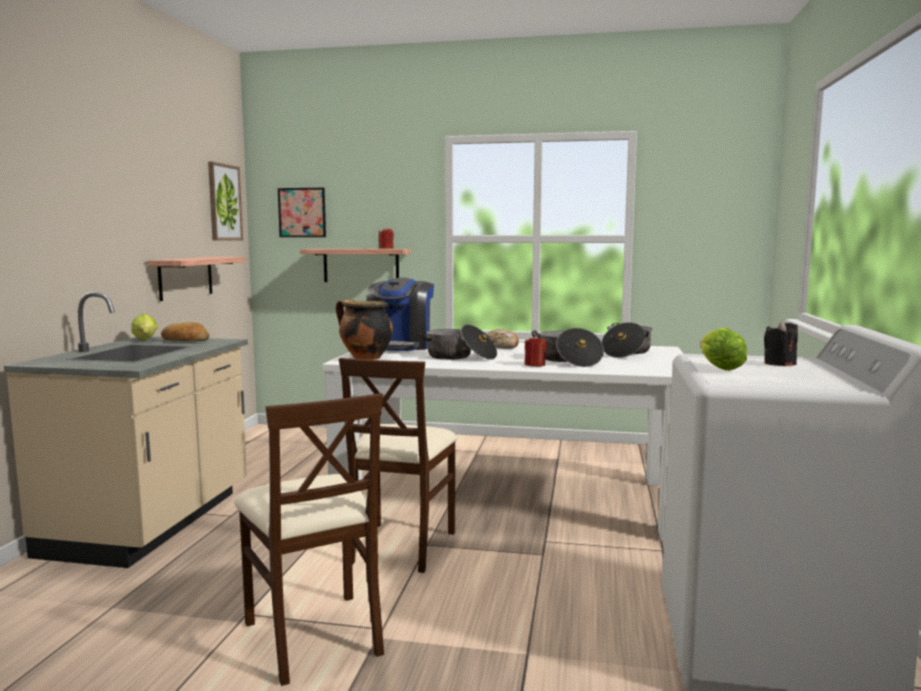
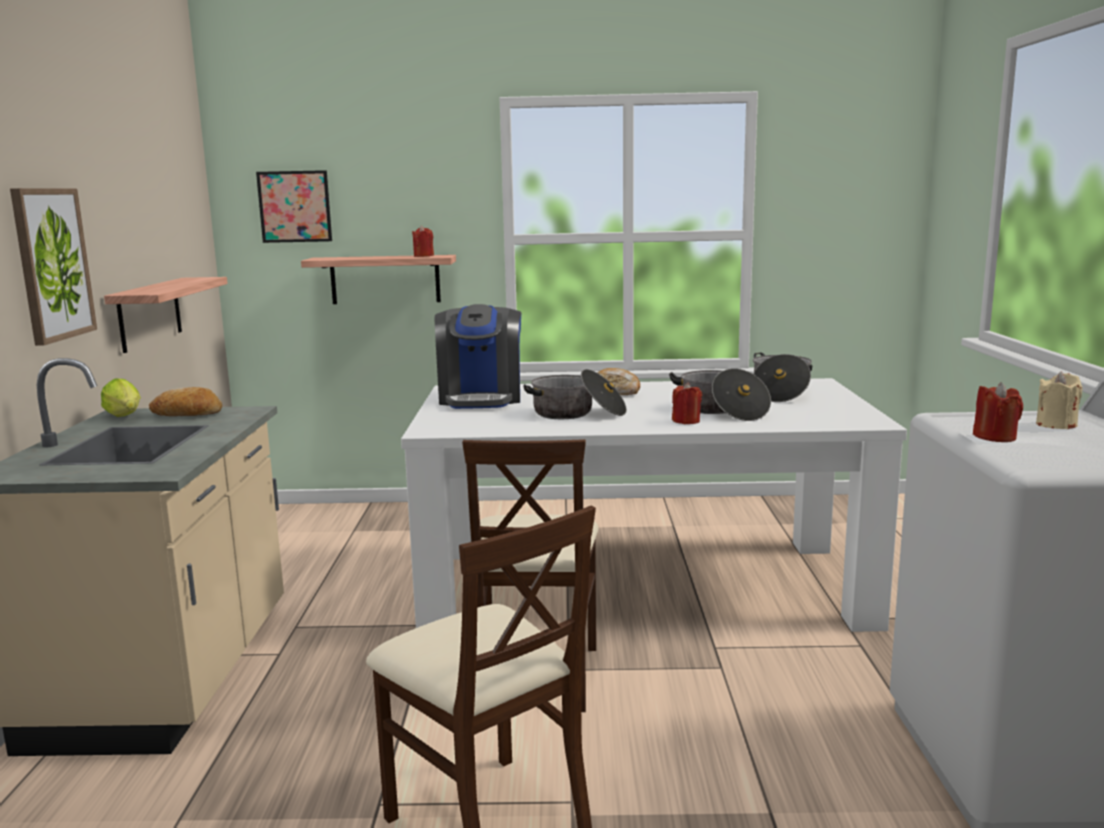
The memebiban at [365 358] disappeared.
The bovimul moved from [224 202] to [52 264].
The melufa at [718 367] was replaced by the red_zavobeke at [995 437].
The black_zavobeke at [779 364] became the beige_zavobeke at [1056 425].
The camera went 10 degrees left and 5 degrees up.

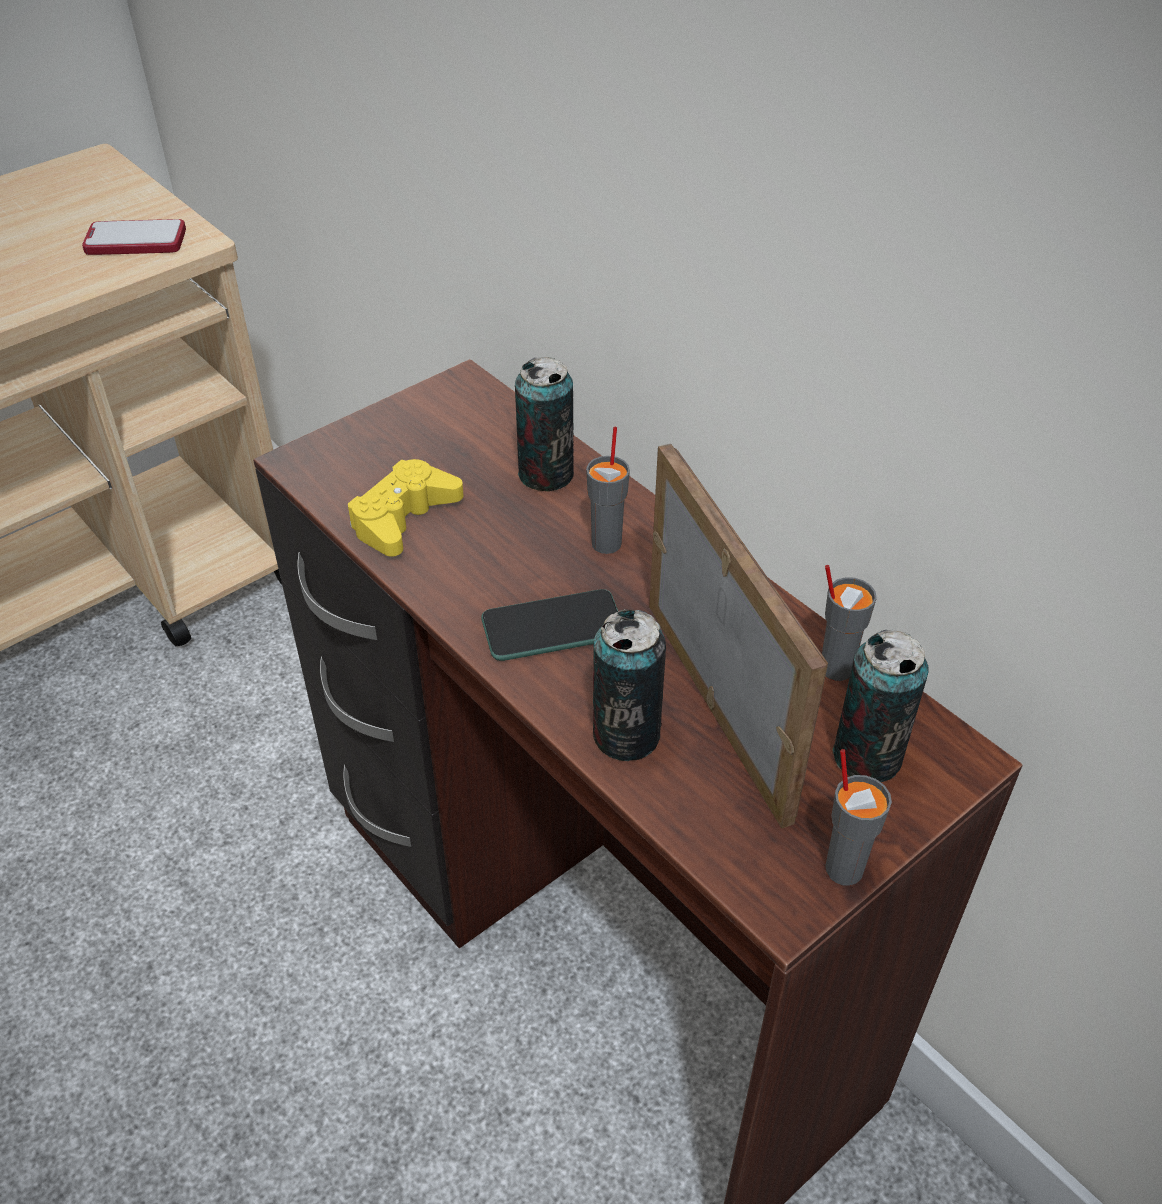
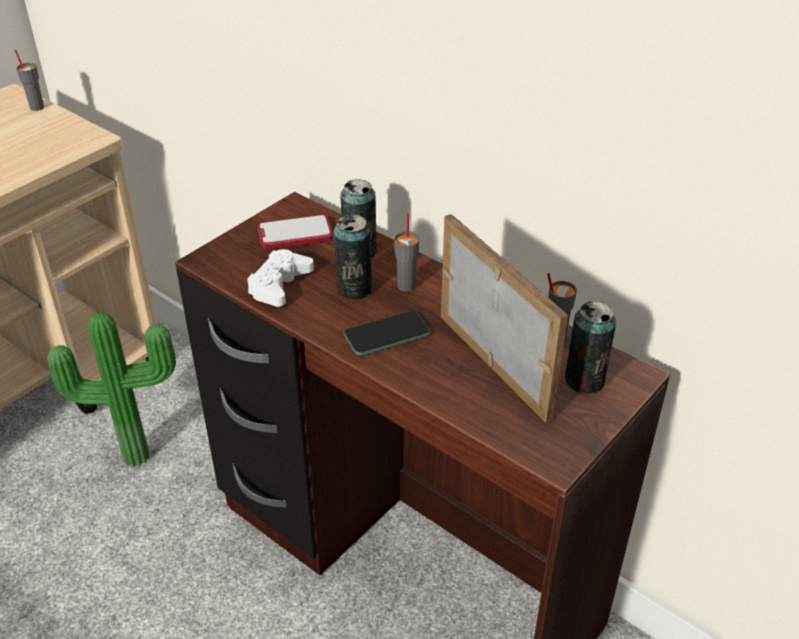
The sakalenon at [136 453] appeared.
The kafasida moved from [136 240] to [295 234].
The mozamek moved from [626 735] to [354 289].
The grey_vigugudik moved from [843 868] to [37 107].
The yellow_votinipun at [403 518] became the white_votinipun at [279 285].
The camera went 10 degrees left and 5 degrees down.

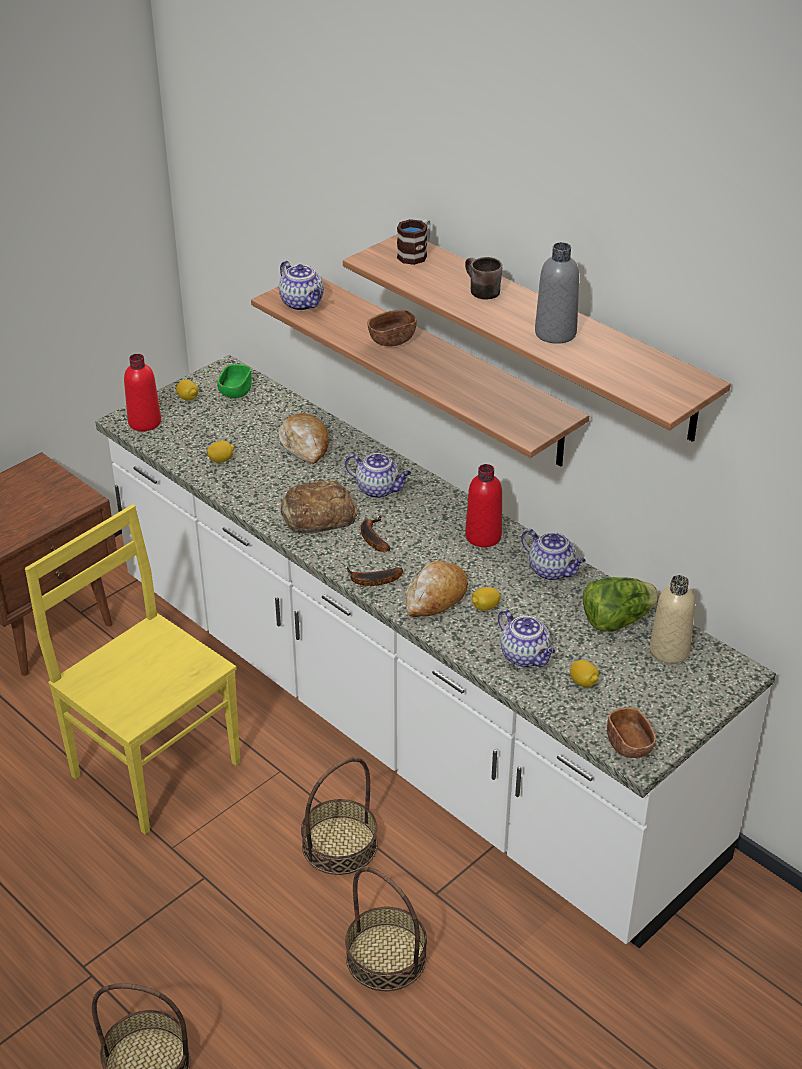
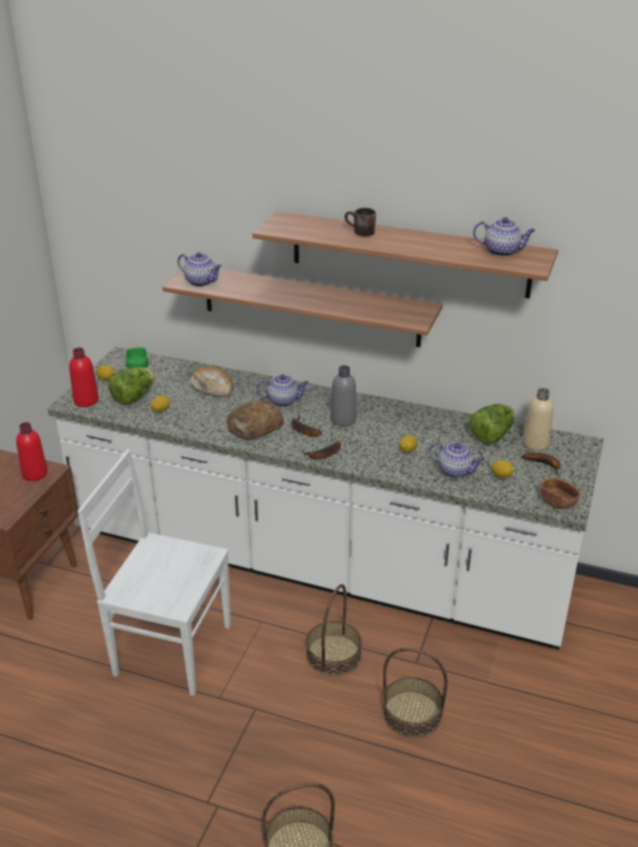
The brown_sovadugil at [392 340] disappeared.
The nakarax at [416 254] disappeared.
The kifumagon at [435 597] disappeared.
The melufa at [133 397] appeared.
The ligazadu at [544 464] appeared.
The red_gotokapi moved from [483 536] to [35 474].
The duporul moved from [552 571] to [502 251].
The grey_gotokapi moved from [555 333] to [343 419].
The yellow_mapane at [153 766] became the white_mapane at [169 648].
The camera went 25 degrees left and 5 degrees down.

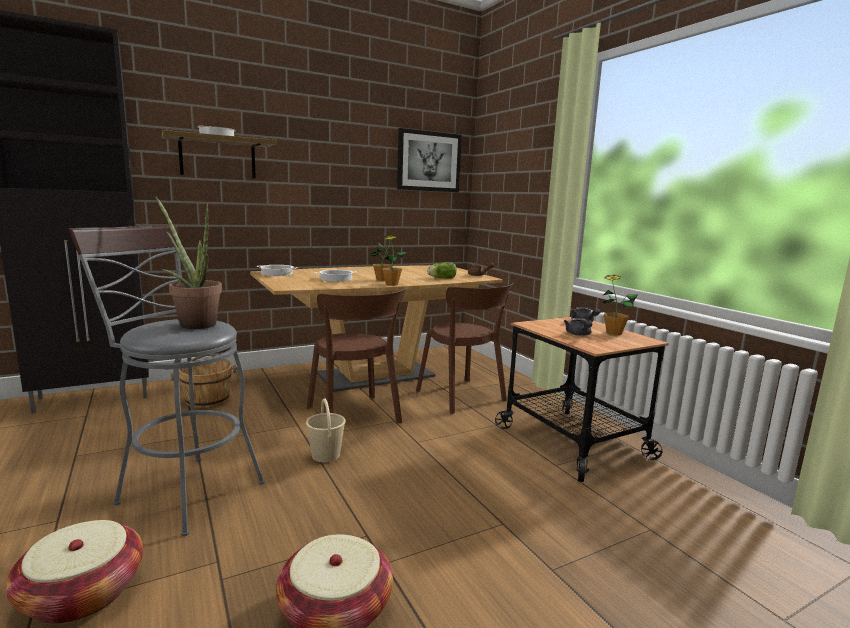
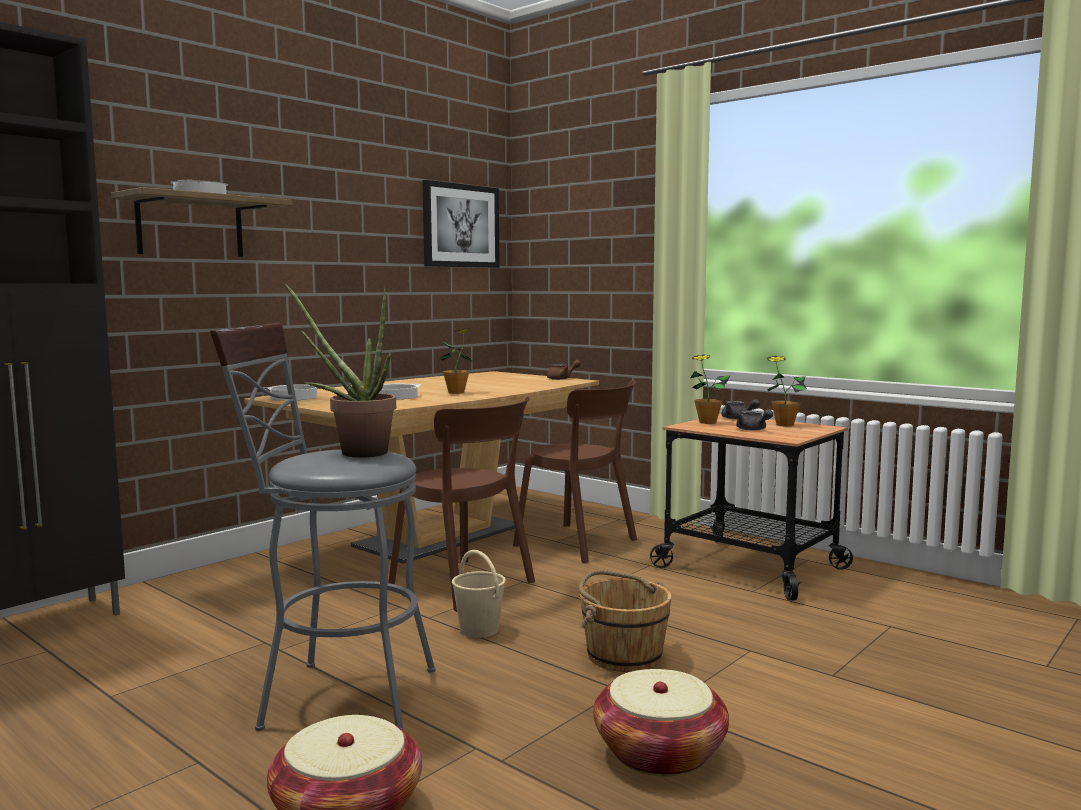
The melufa at [441 278] disappeared.
The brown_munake moved from [207 400] to [623 655].
The sakalenon moved from [391 284] to [707 422].
The camera went 20 degrees left and 5 degrees down.

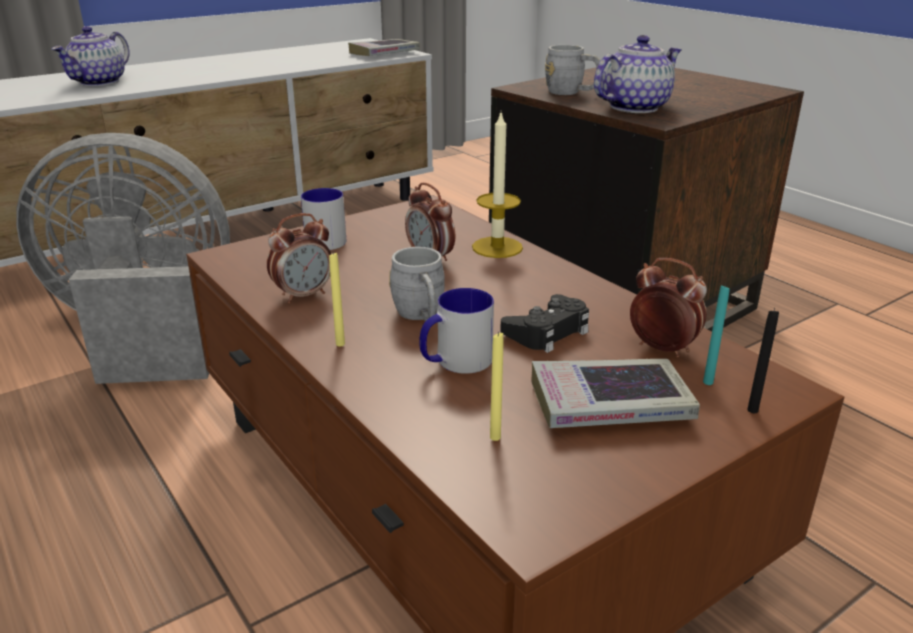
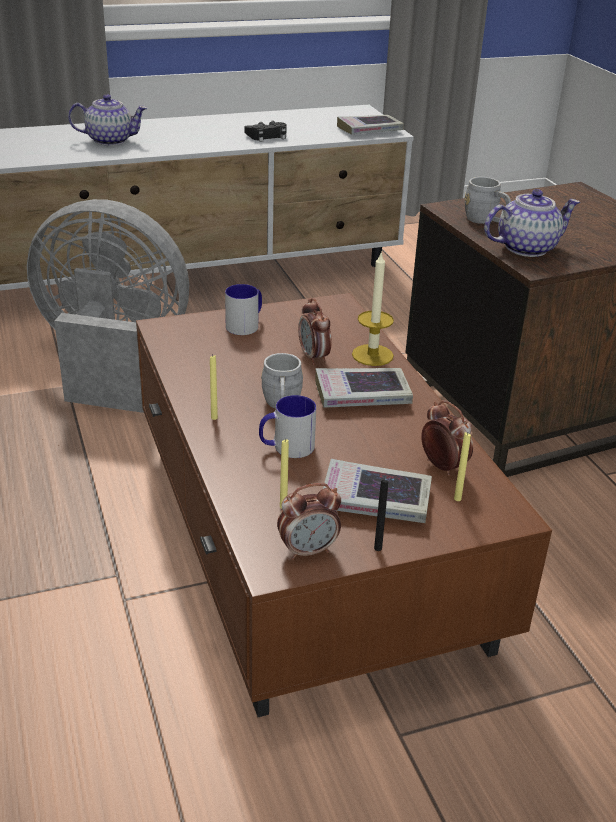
The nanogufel at [362 395] appeared.
The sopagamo moved from [304 295] to [308 550].
The black_votinipun moved from [547 332] to [267 136].
The black_zavobeke moved from [752 410] to [378 548].
The turquoise_zavobeke at [708 382] became the yellow_zavobeke at [457 499].
The duporul at [99 82] turned 135 degrees counterclockwise.
The camera went 15 degrees right and 5 degrees up.

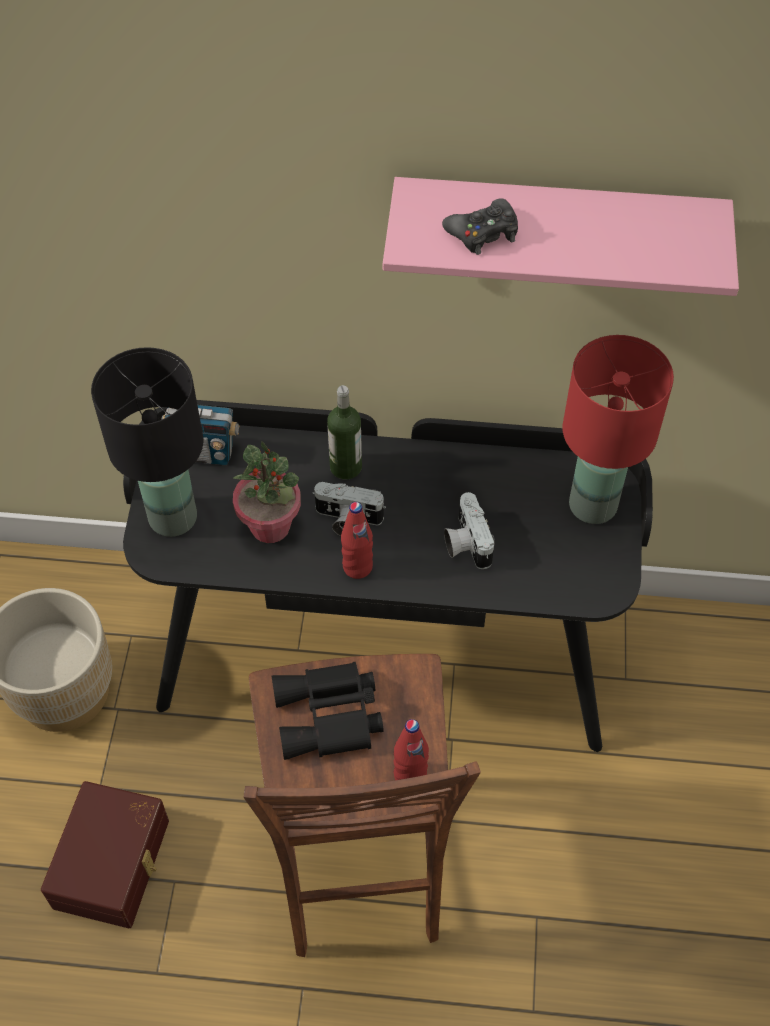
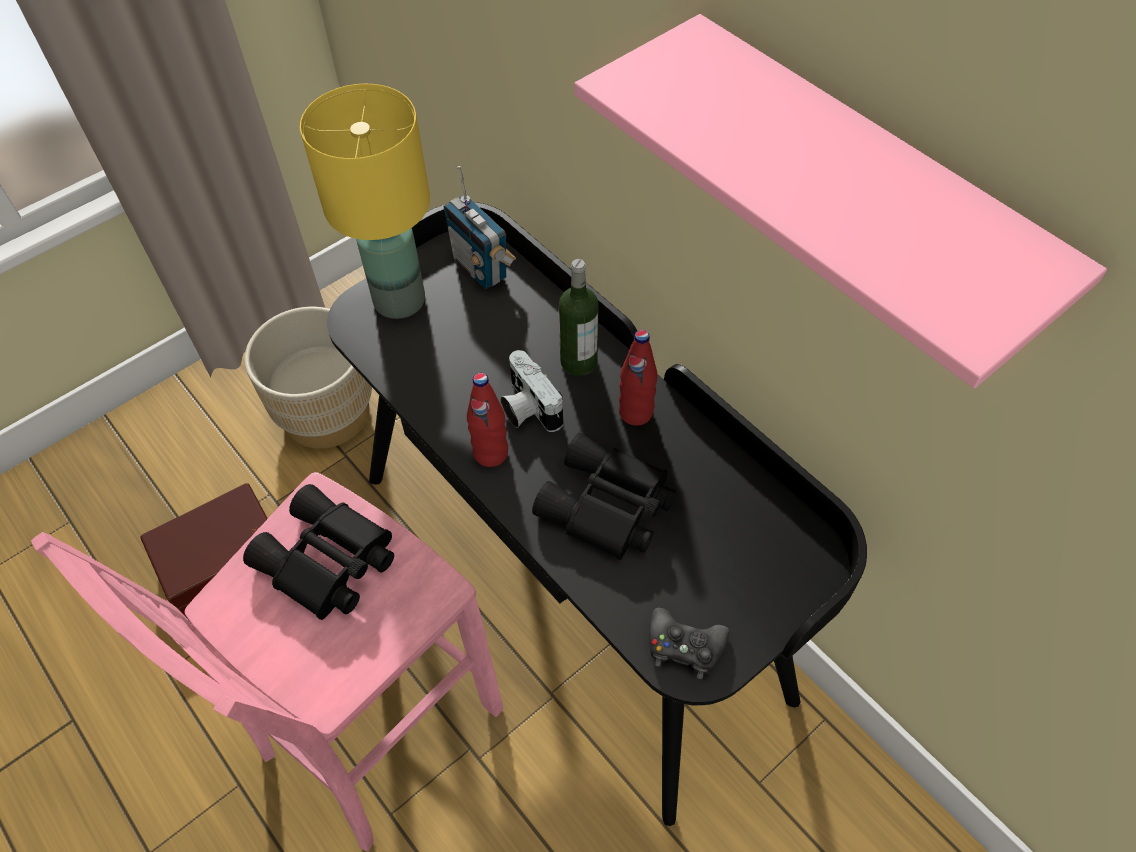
The sakalenon at [271 526] disappeared.
The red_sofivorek at [594 505] disappeared.
The red_gotokapi moved from [410 775] to [635 412].
The black_votinipun moved from [483 233] to [684 646].
The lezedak at [465 542] was replaced by the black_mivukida at [607 508].
The black_sofivorek at [174 517] became the yellow_sofivorek at [400 301].
The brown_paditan at [359 869] became the pink_paditan at [374 732].
The camera went 45 degrees right and 0 degrees up.

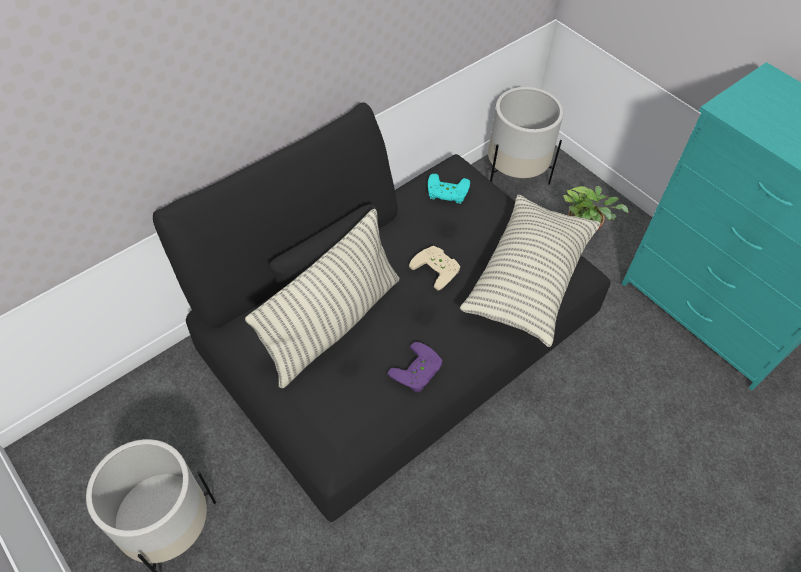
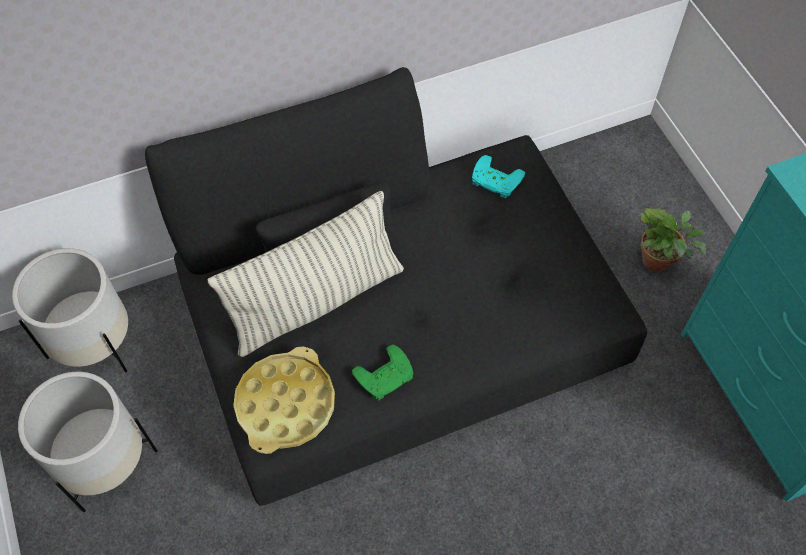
The beige_votinipun at [438 268] disappeared.
The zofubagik at [528 279] disappeared.
The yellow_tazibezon at [285 404] appeared.
The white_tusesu moved from [515 173] to [94 343].
The purple_votinipun at [418 372] became the green_votinipun at [386 378].
The camera went 20 degrees right and 5 degrees up.

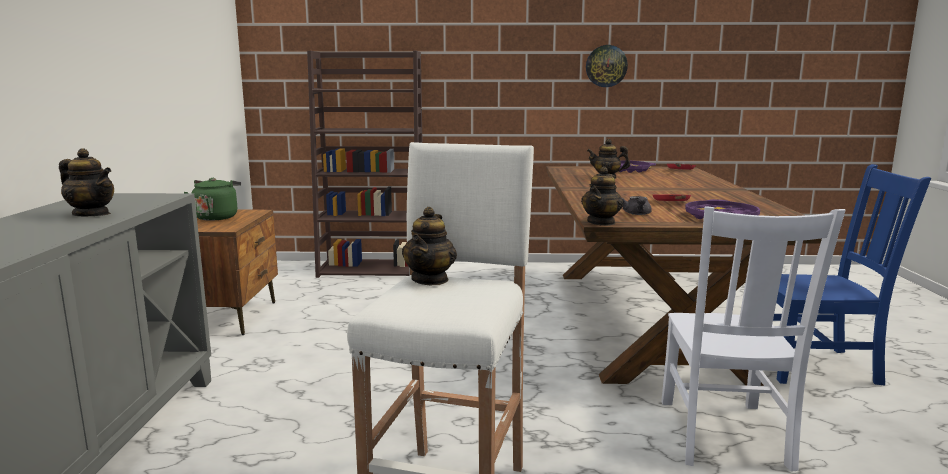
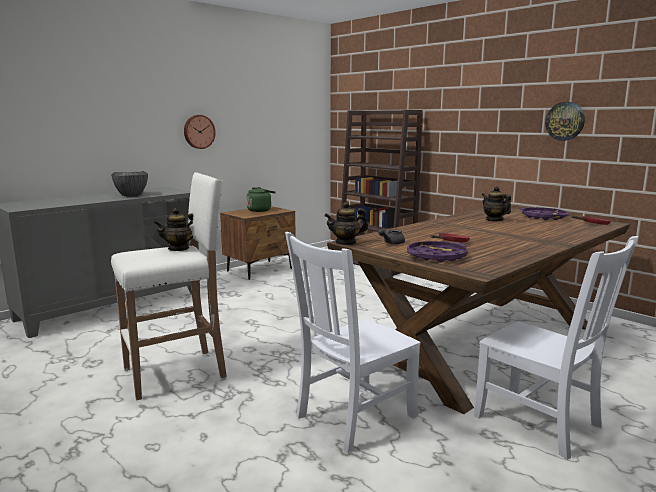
The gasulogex at [198 131] appeared.
The duporul at [91 214] was replaced by the sovadugil at [131 195].
The blue_mapane at [817 366] became the white_mapane at [541 423].
The camera went 45 degrees right and 0 degrees up.

